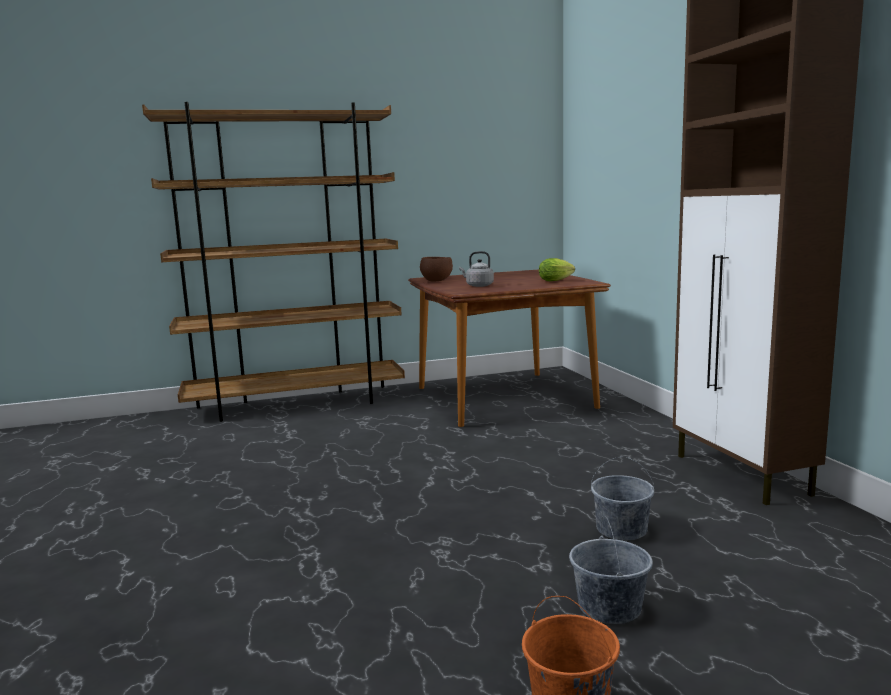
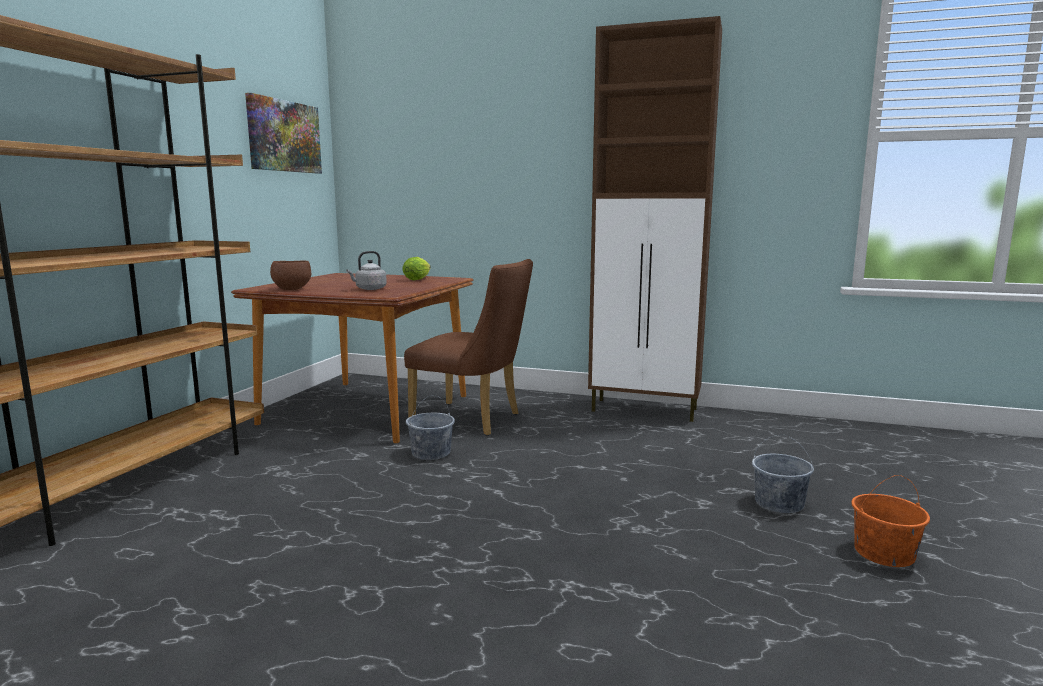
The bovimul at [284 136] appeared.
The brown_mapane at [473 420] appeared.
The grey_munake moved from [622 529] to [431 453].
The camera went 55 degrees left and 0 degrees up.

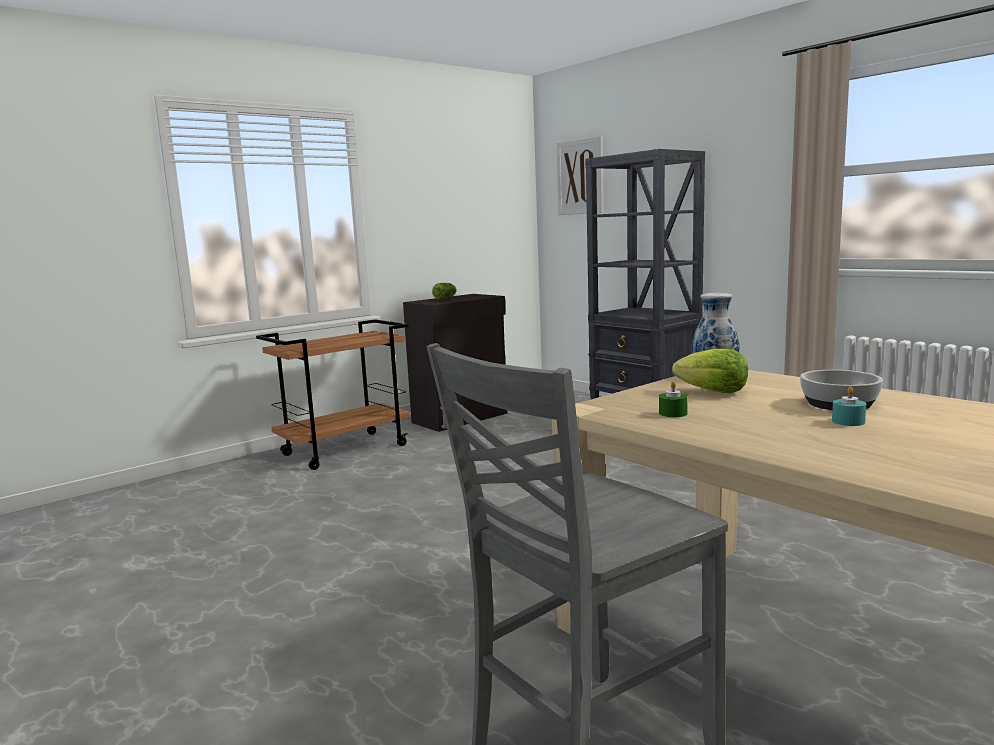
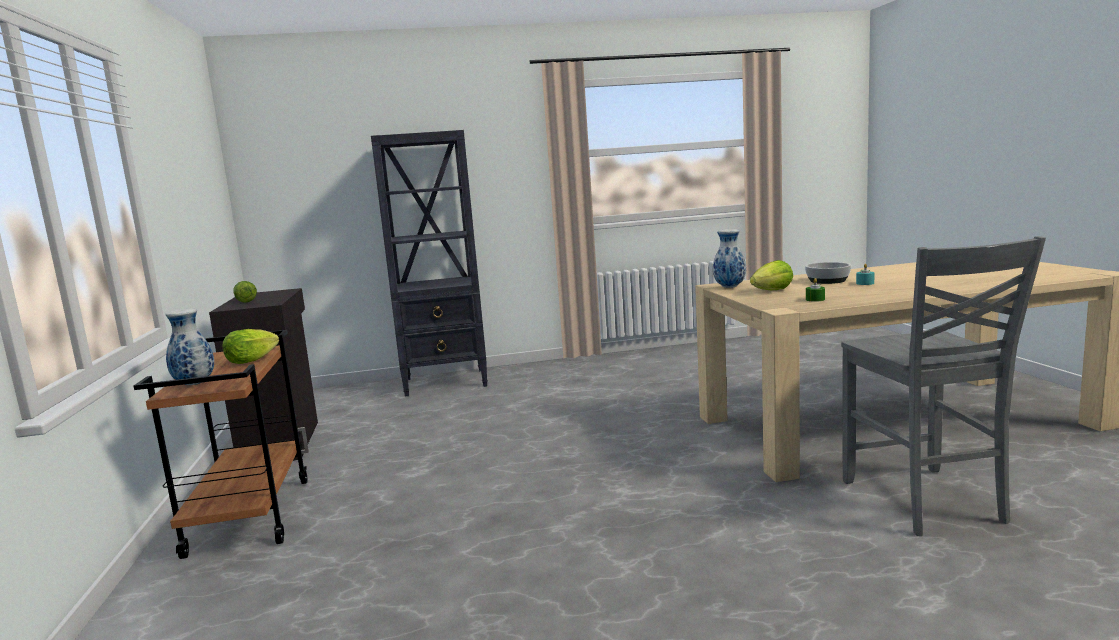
The bovimul at [580 177] disappeared.
The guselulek at [193 384] appeared.
The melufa at [251 361] appeared.
The camera went 60 degrees left and 0 degrees up.

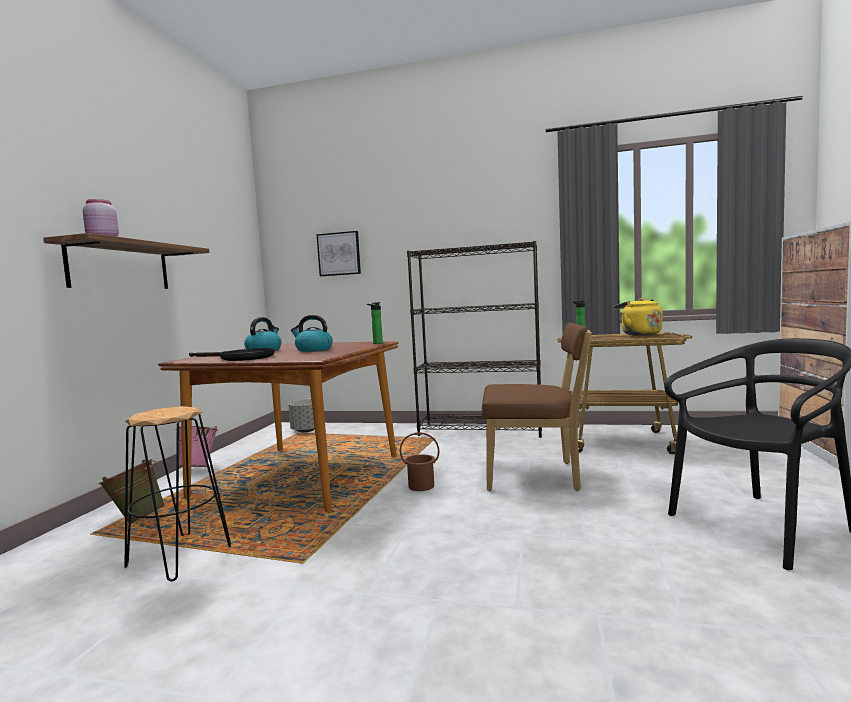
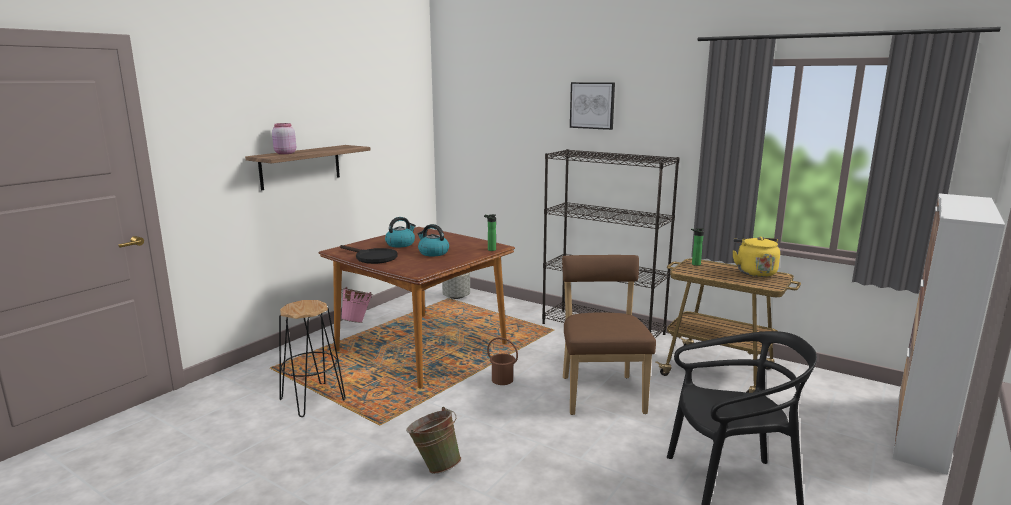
The green_munake moved from [136 520] to [435 466].
The bovimul moved from [339 254] to [592 105].
The brown_mapane at [536 476] turned 120 degrees counterclockwise.
The camera went 20 degrees right and 10 degrees up.

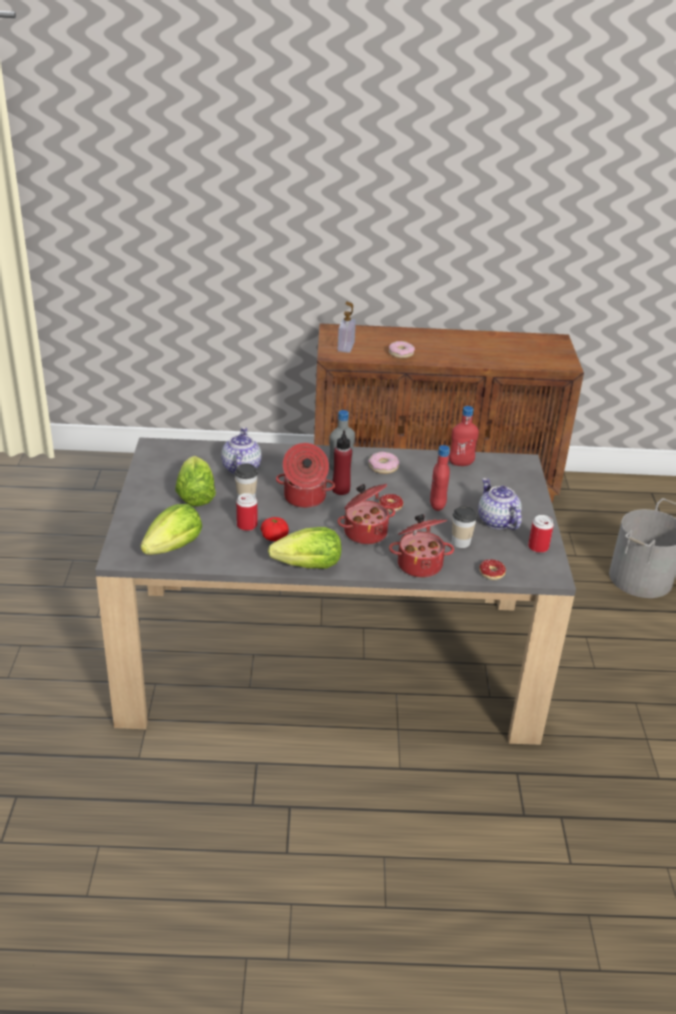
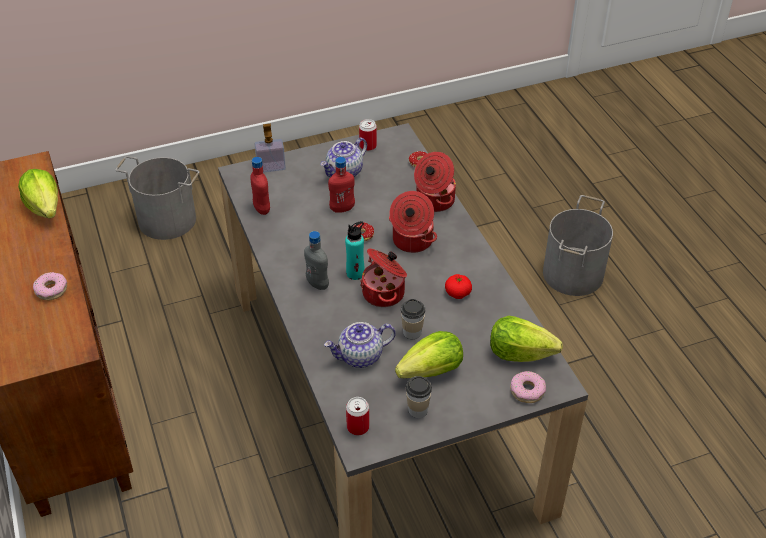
The grey_munake at [574 274] appeared.
The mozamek moved from [247 525] to [358 427].
The melufa moved from [309 566] to [45 207].
The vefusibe moved from [346 347] to [271 167].
The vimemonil moved from [383 467] to [527 390].
The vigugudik moved from [461 542] to [417 410].
The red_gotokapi at [341 490] became the turquoise_gotokapi at [355 273].
The camera went 110 degrees left and 10 degrees up.

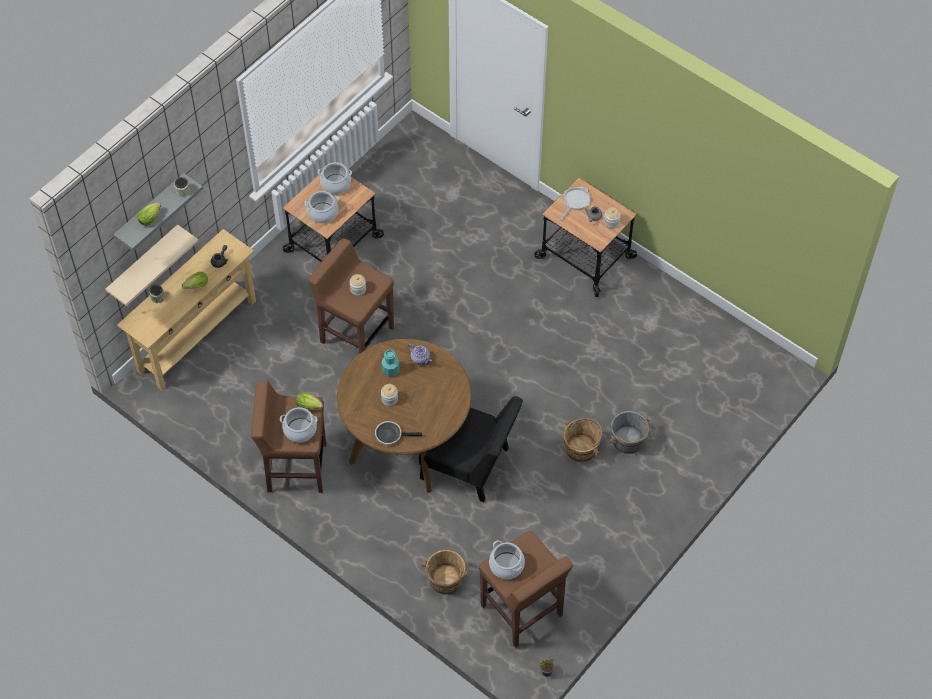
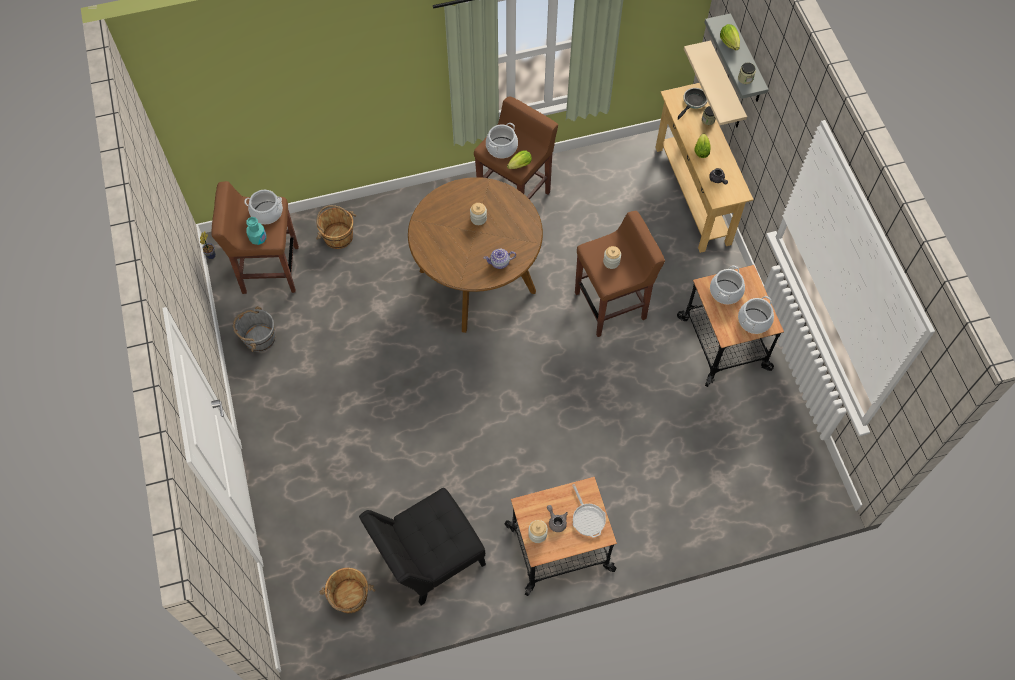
The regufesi moved from [391 435] to [693 102].
The turquoise_gotokapi moved from [390 370] to [258 238].
The black_mapane moved from [469 466] to [428 558].
The brown_munake moved from [581 448] to [350 597].
The grey_munake moved from [628 441] to [259 338].
The camera went 125 degrees right and 5 degrees up.

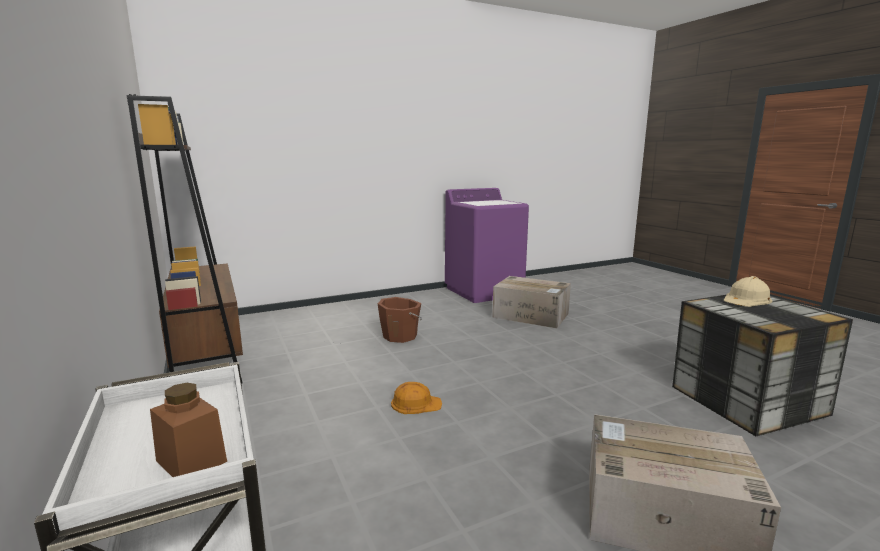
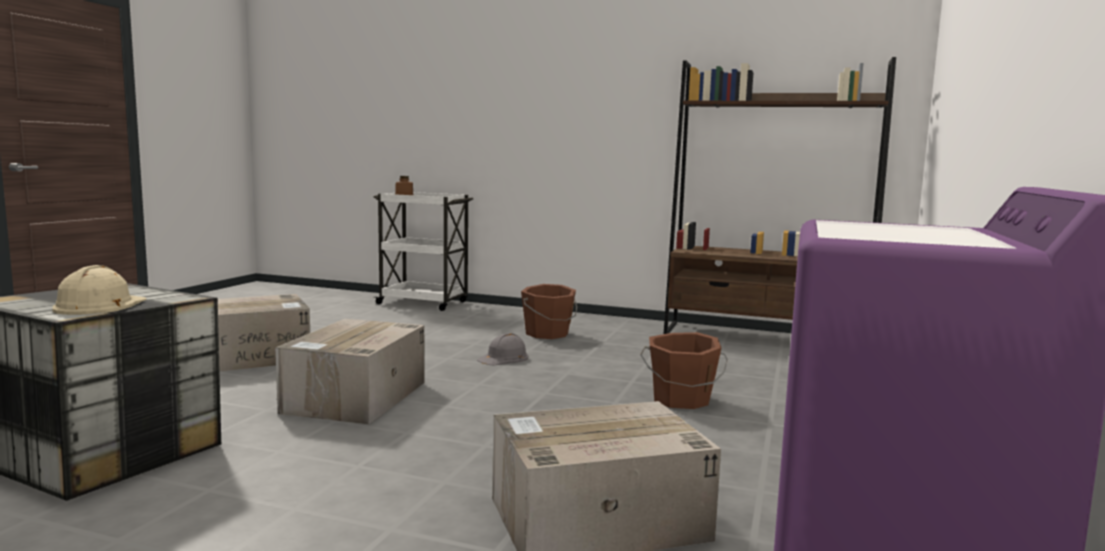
The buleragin at [355 398] appeared.
The brown_munake at [548 334] appeared.
The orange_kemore at [415 403] became the grey_kemore at [504 358].
The camera went 135 degrees right and 5 degrees down.

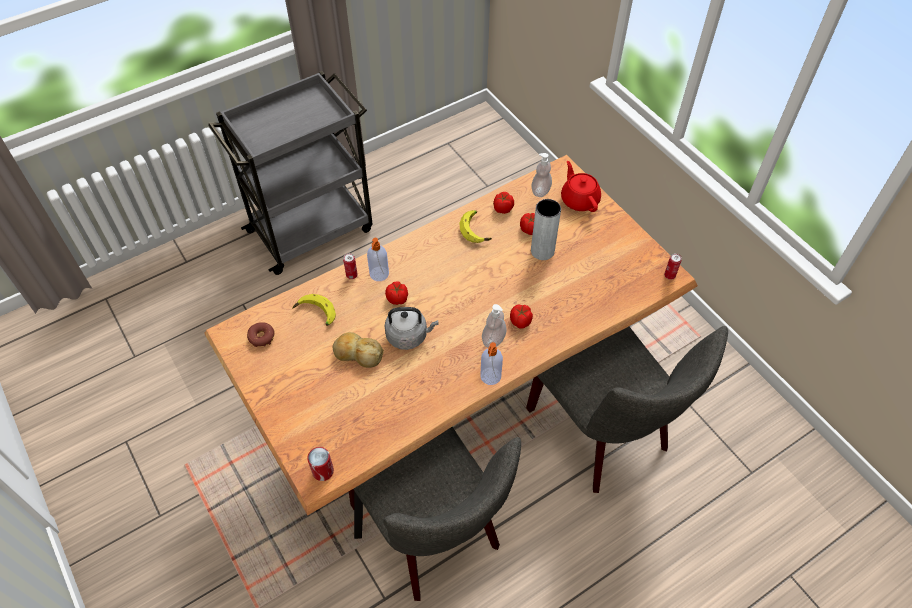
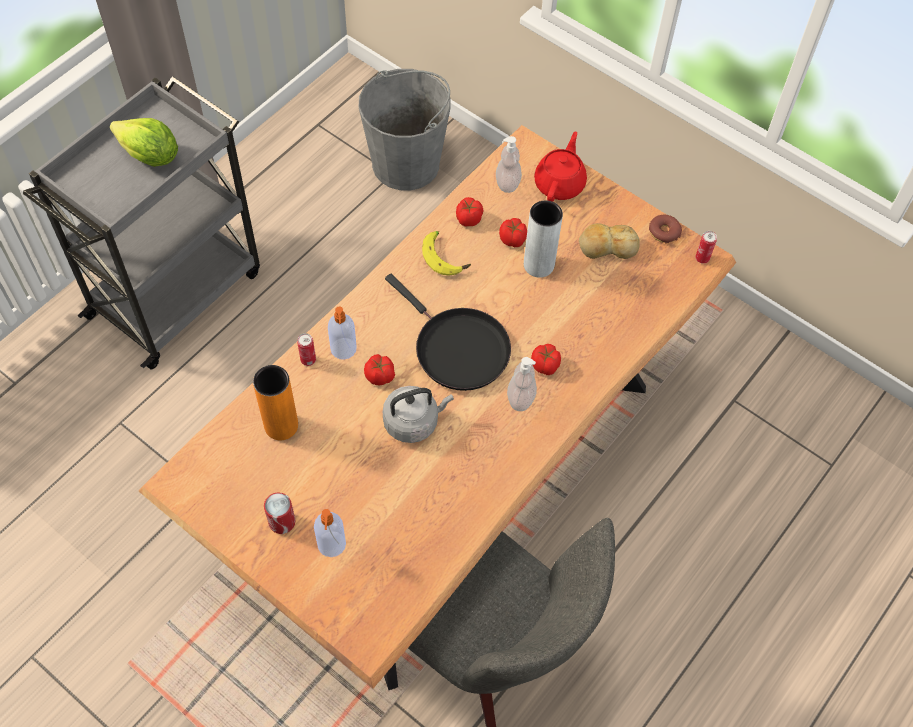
The grey_mapane at [604 434] disappeared.
The melufa at [150 156] appeared.
The grey_munake at [406 163] appeared.
The black_regufesi at [457 348] appeared.
The vimemonil moved from [261 337] to [664 232].
The mozamek moved from [323 471] to [282 521].
The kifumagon moved from [358 354] to [607 247].
The vefusibe moved from [490 377] to [331 545].
The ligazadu at [315 314] was replaced by the orange_guselulek at [281 425].
The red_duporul at [579 199] turned 60 degrees clockwise.
The camera went 20 degrees left and 5 degrees up.

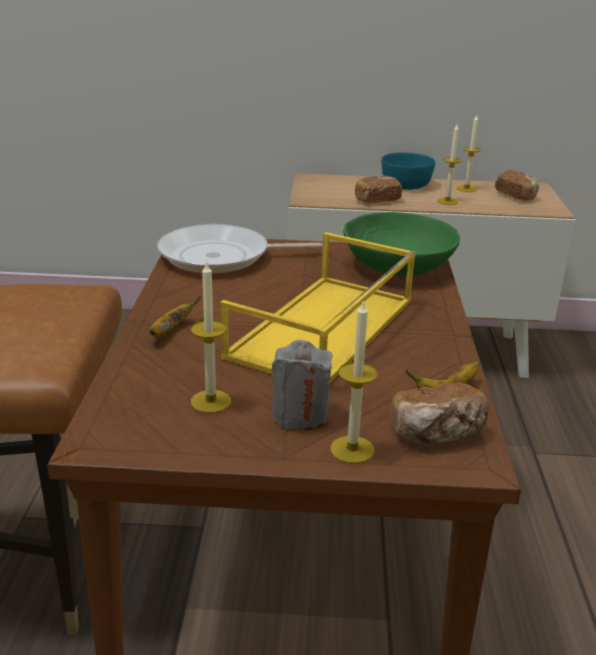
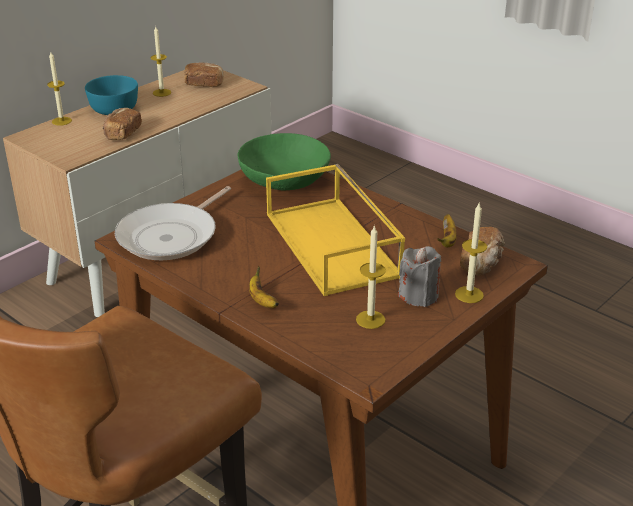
The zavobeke moved from [447 201] to [61 121].
The camera went 50 degrees left and 5 degrees up.

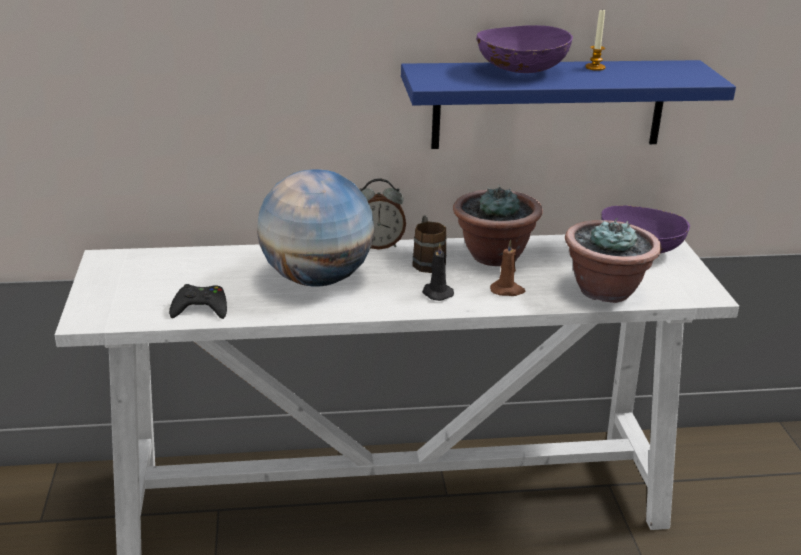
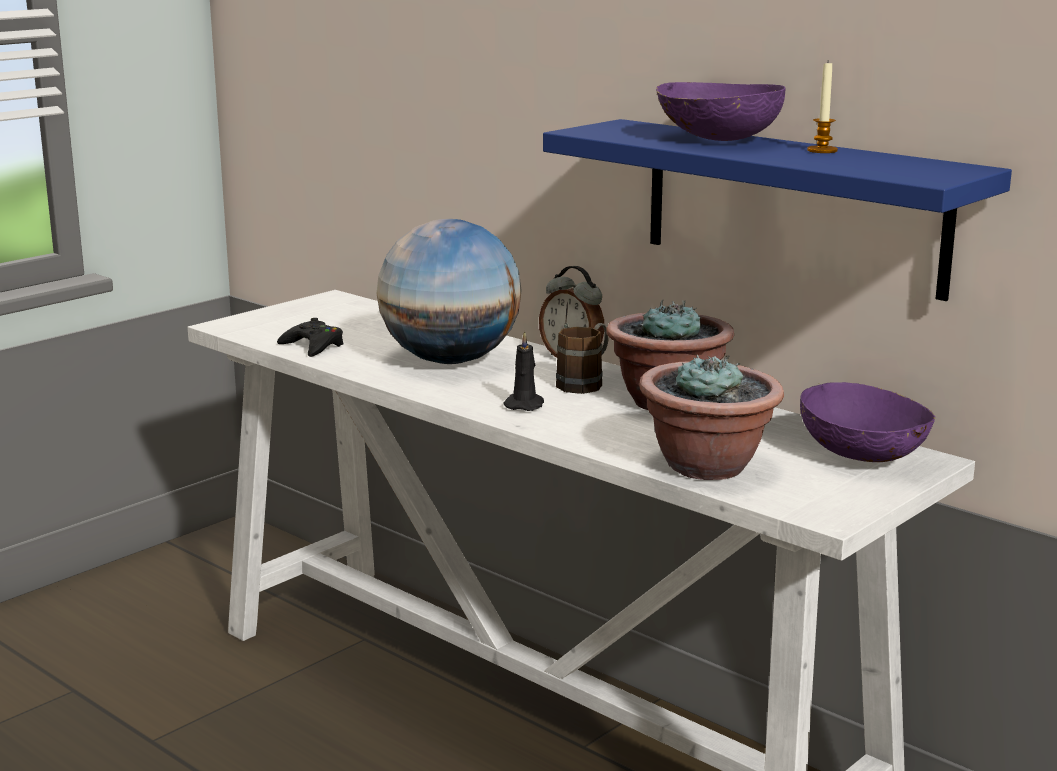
The brown_zavobeke at [507 290] disappeared.
The camera went 50 degrees right and 10 degrees down.

